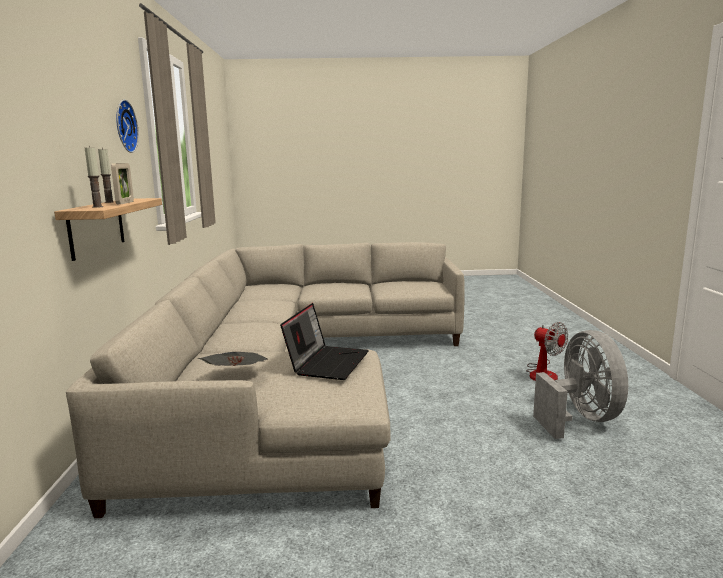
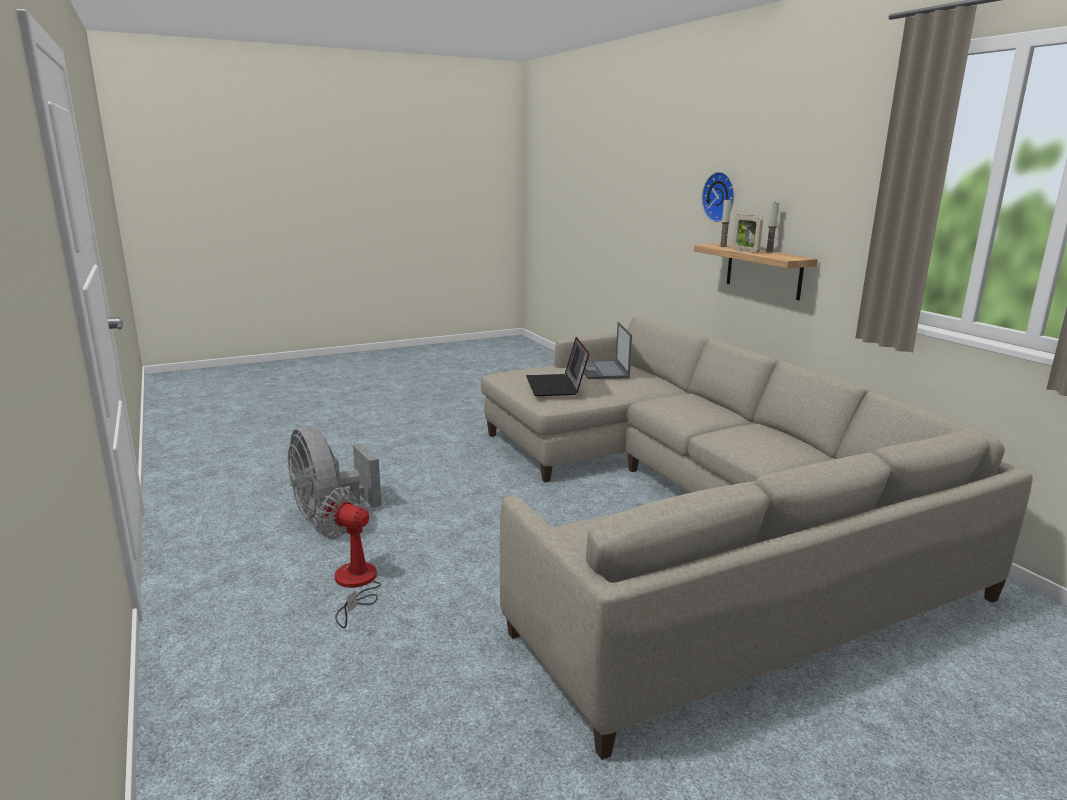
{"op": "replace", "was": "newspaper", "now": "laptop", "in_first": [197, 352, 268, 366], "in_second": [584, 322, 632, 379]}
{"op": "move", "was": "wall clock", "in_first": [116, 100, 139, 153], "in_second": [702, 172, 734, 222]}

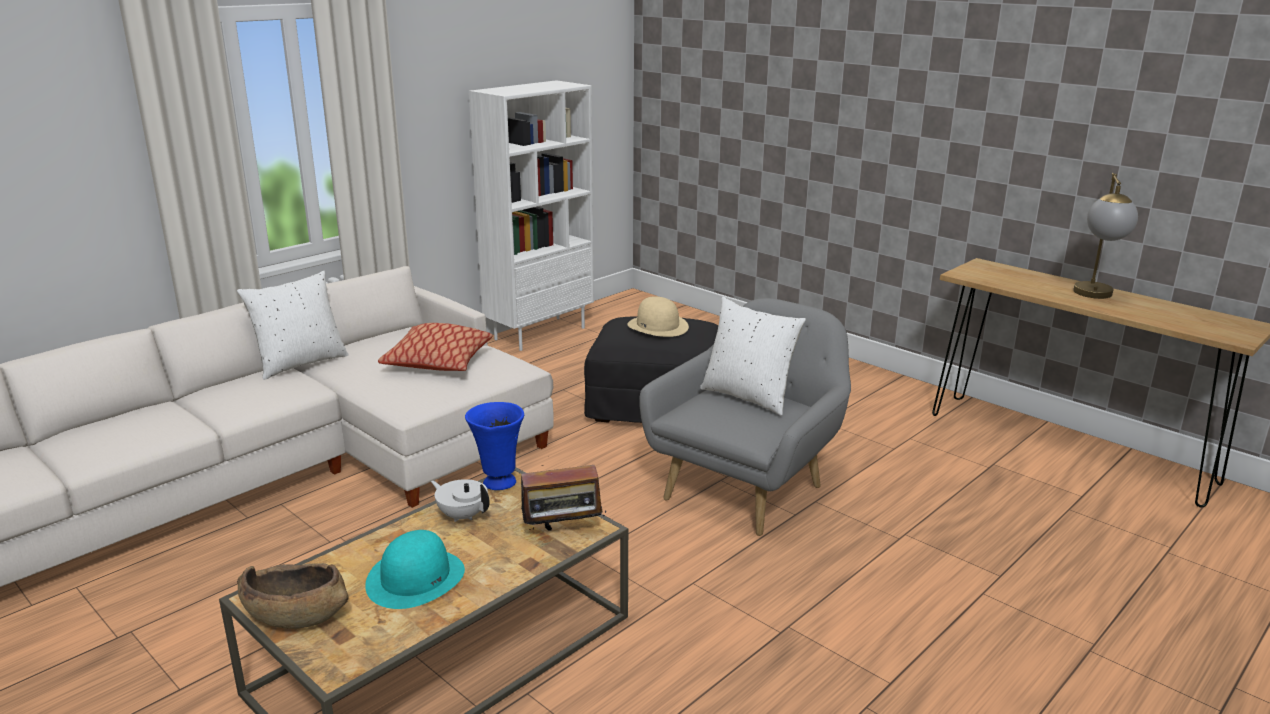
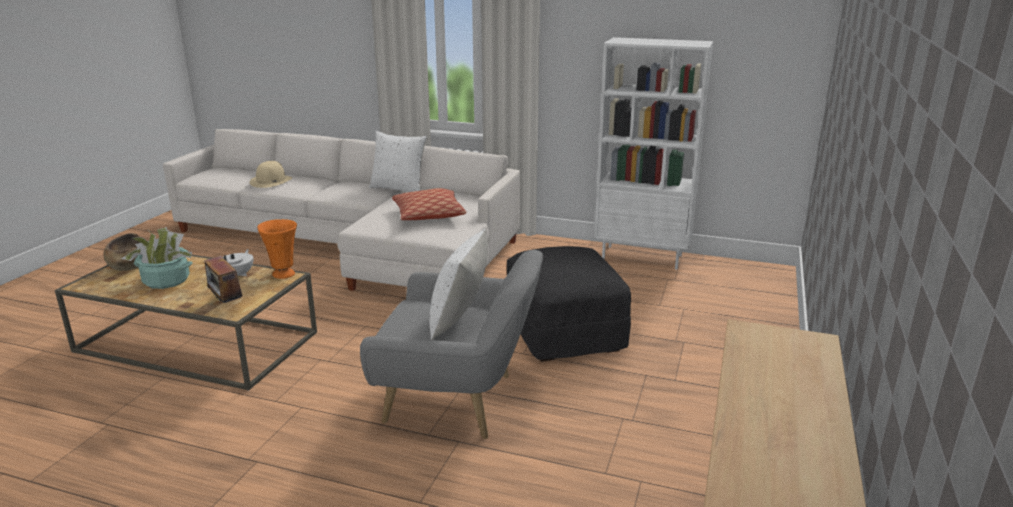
{"op": "replace", "was": "turquoise hat", "now": "potted plant", "in_first": [365, 530, 465, 609], "in_second": [121, 227, 193, 289]}
{"op": "move", "was": "beige hat", "in_first": [627, 296, 689, 337], "in_second": [250, 161, 292, 188]}
{"op": "recolor", "was": "blue vase", "now": "orange vase", "in_first": [465, 402, 524, 490], "in_second": [257, 219, 297, 279]}
{"op": "delete", "was": "table lamp", "in_first": [1073, 173, 1138, 299]}

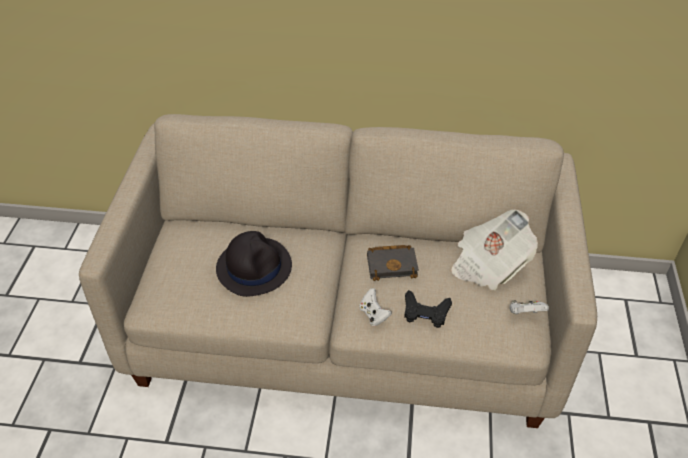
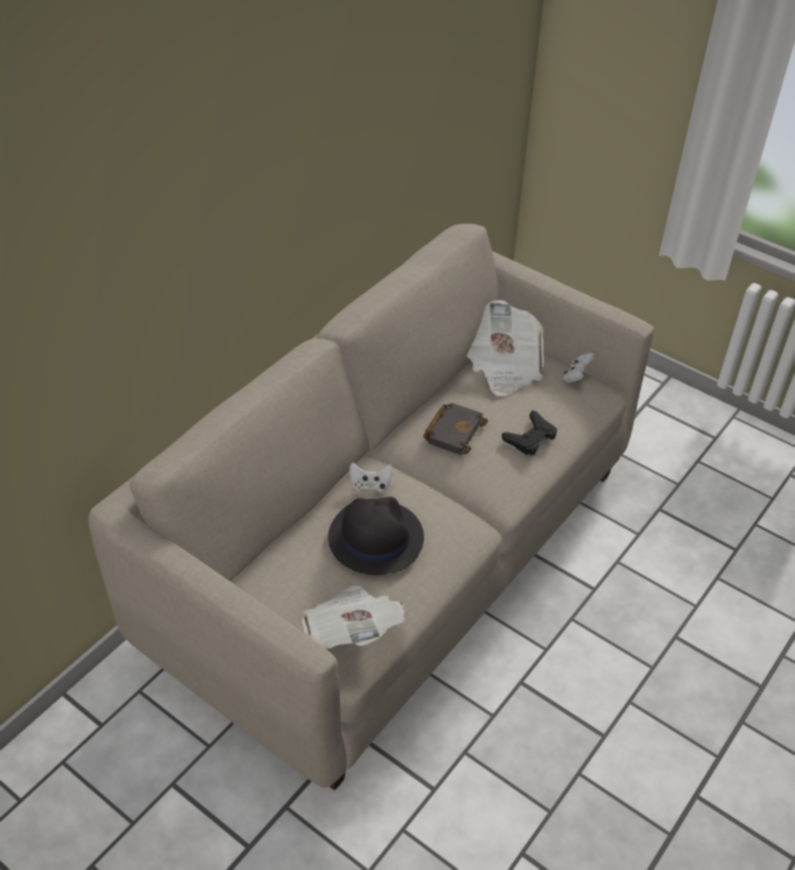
{"op": "insert", "now": "newspaper", "in_second": [302, 585, 405, 648]}
{"op": "move", "was": "white game controller", "in_first": [359, 288, 392, 326], "in_second": [349, 463, 392, 493]}

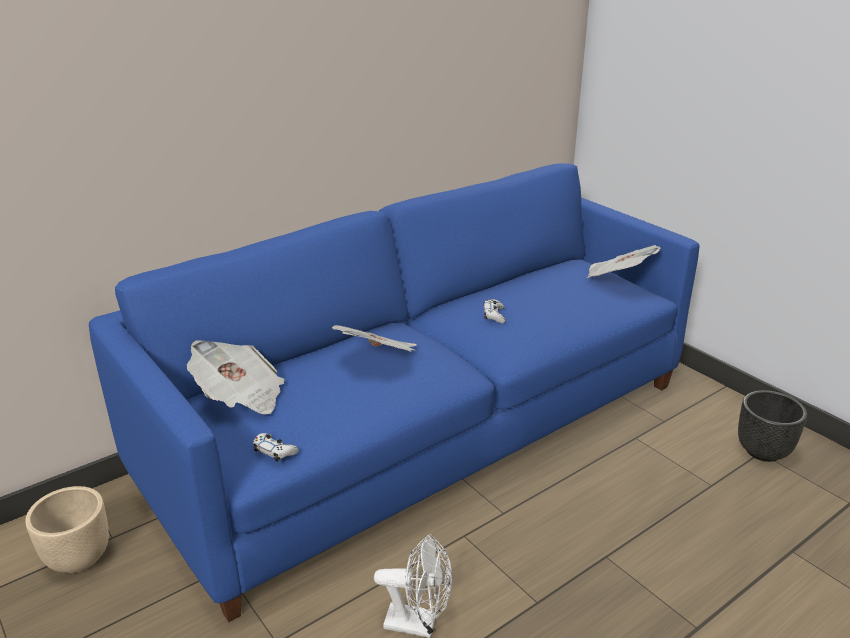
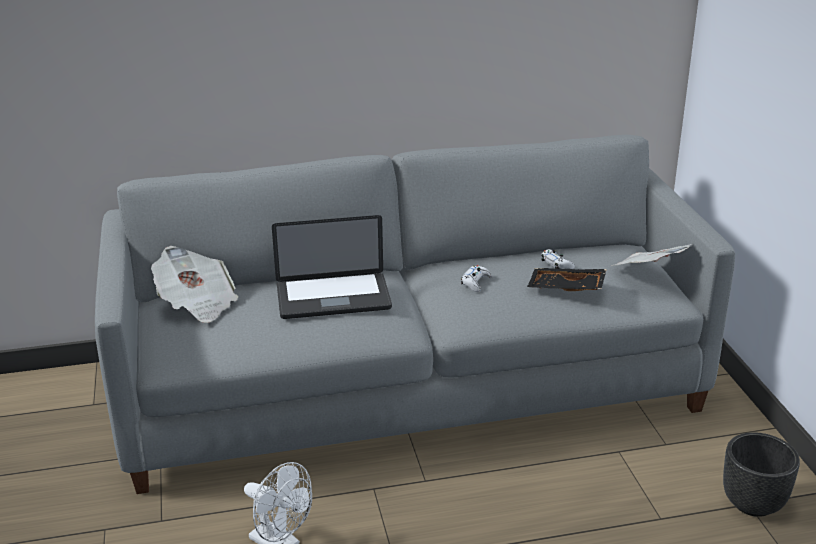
{"op": "recolor", "was": "blue sofa", "now": "grey sofa", "in_first": [89, 163, 700, 622], "in_second": [95, 135, 735, 494]}
{"op": "replace", "was": "newspaper", "now": "laptop", "in_first": [332, 325, 417, 352], "in_second": [272, 215, 392, 319]}
{"op": "insert", "now": "black tray", "in_second": [527, 268, 607, 291]}
{"op": "move", "was": "white game controller", "in_first": [253, 433, 298, 462], "in_second": [541, 249, 575, 269]}
{"op": "delete", "was": "beige planter", "in_first": [25, 486, 109, 573]}

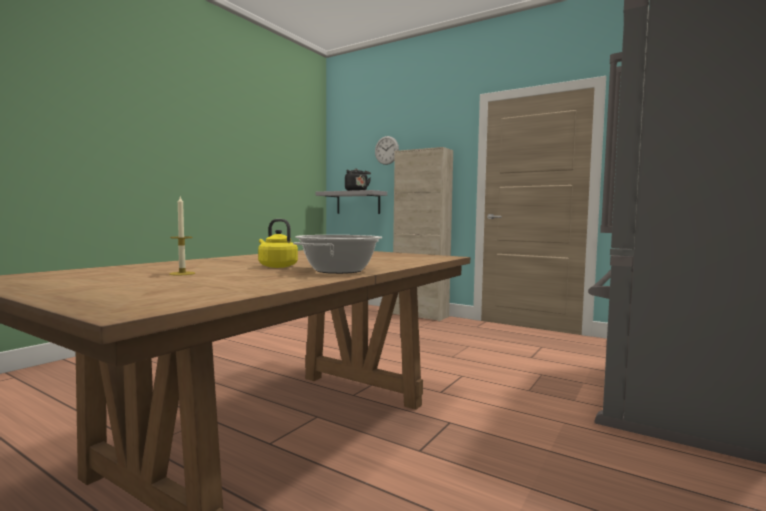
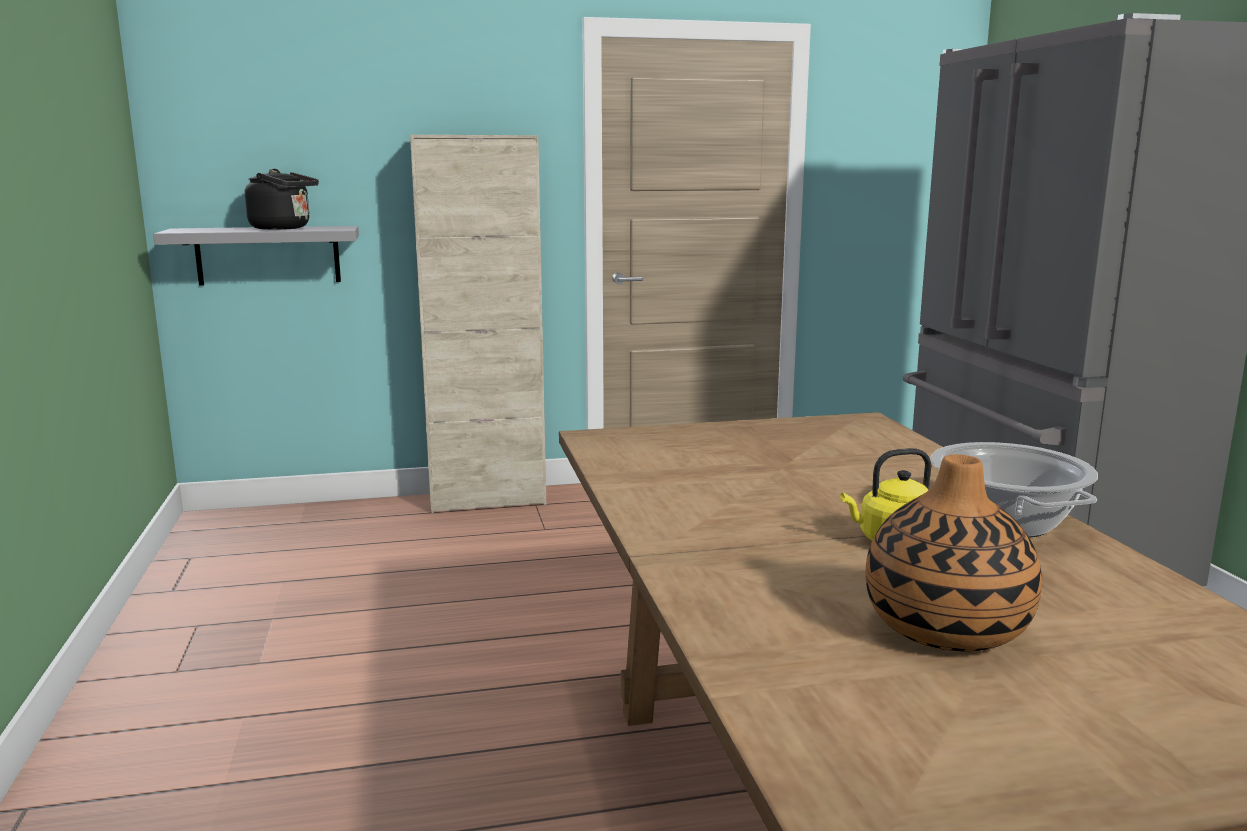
{"op": "replace", "was": "candle", "now": "vase", "in_first": [169, 197, 195, 275], "in_second": [866, 454, 1042, 651]}
{"op": "delete", "was": "wall clock", "in_first": [375, 136, 399, 165]}

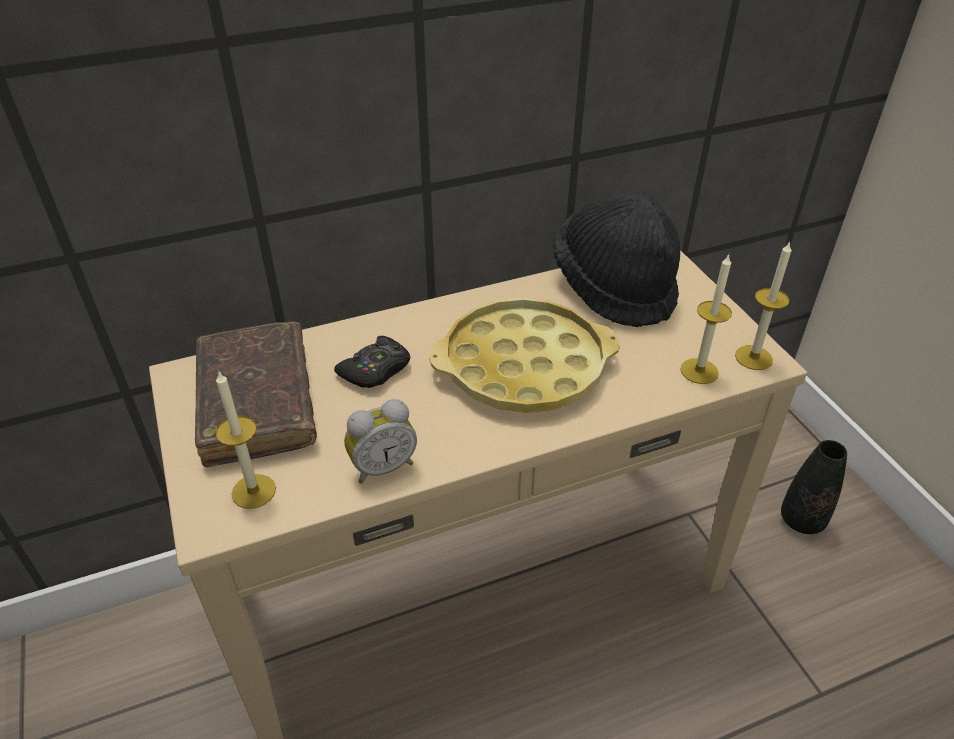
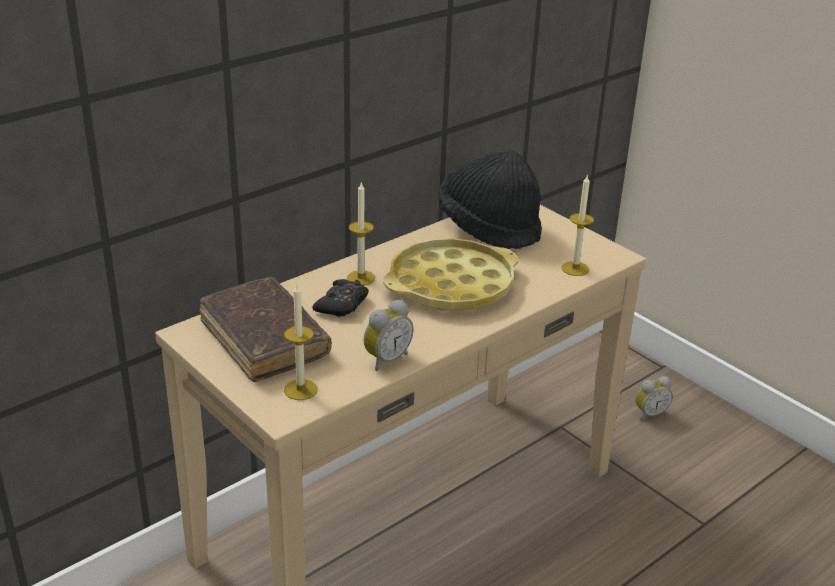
{"op": "move", "was": "candle", "in_first": [735, 241, 792, 370], "in_second": [347, 181, 375, 286]}
{"op": "replace", "was": "black vase", "now": "alarm clock", "in_first": [781, 440, 847, 534], "in_second": [636, 376, 673, 420]}

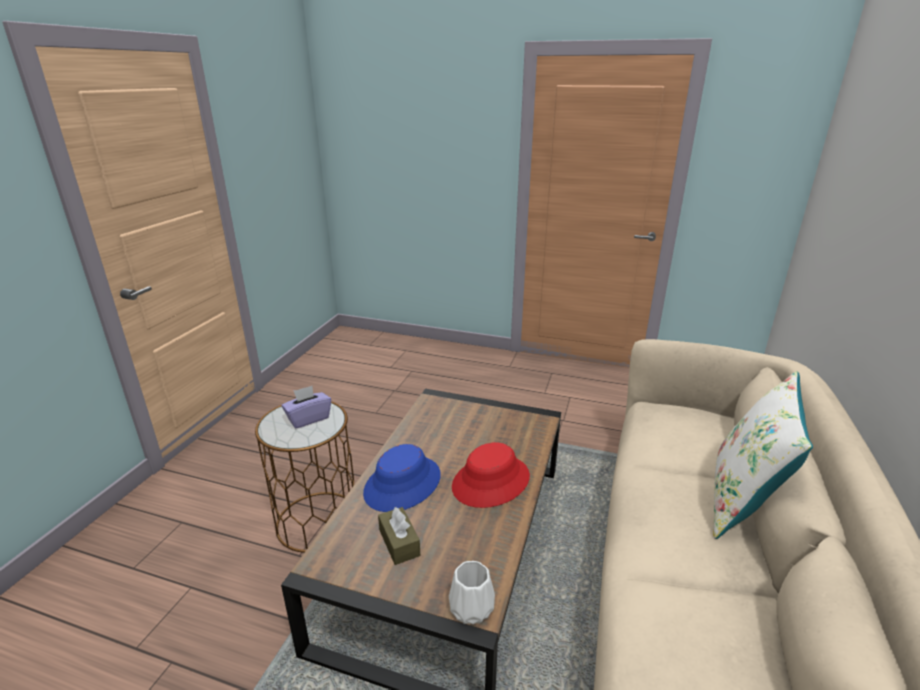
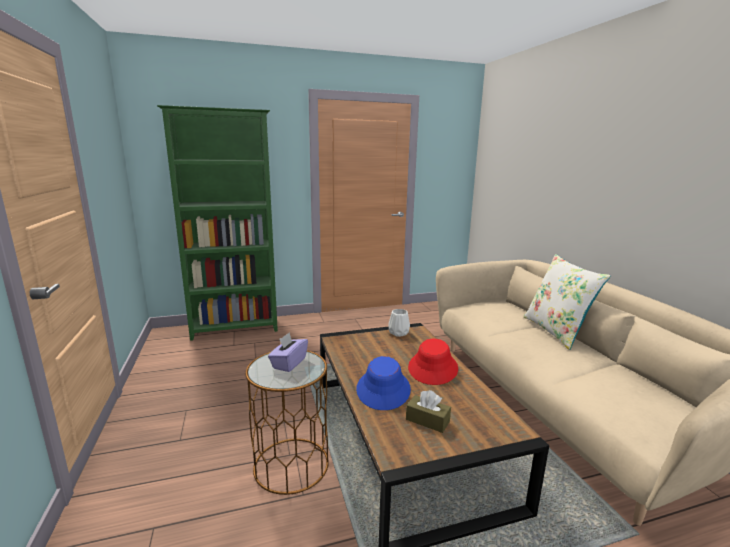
{"op": "insert", "now": "green bookcase", "in_second": [157, 105, 278, 341]}
{"op": "move", "was": "white vase", "in_first": [449, 561, 495, 624], "in_second": [388, 309, 410, 337]}

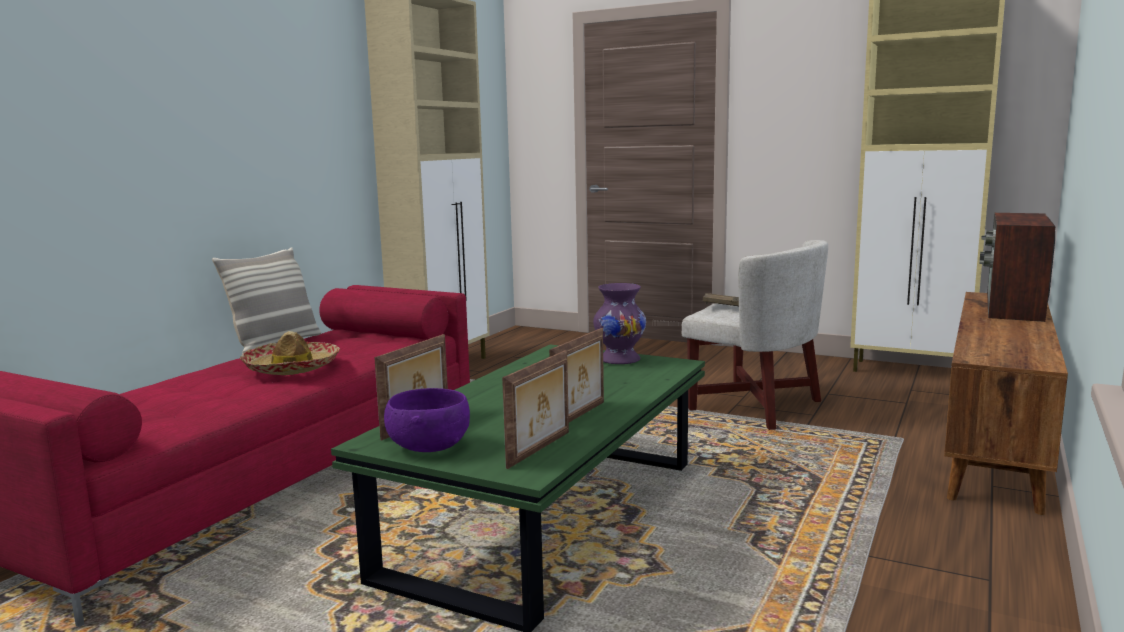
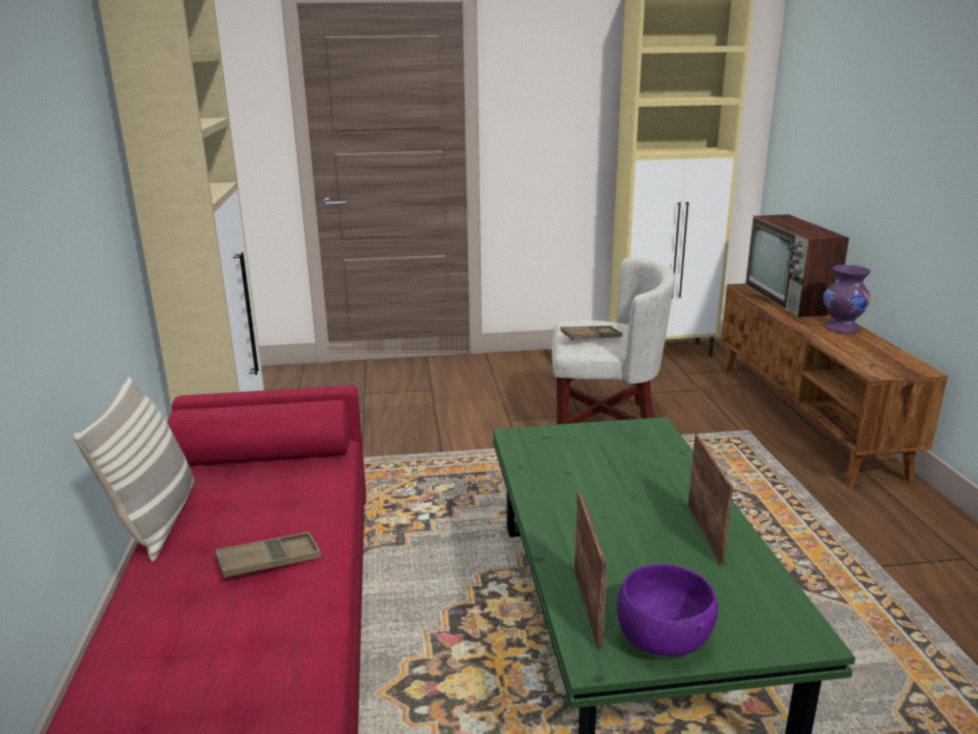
{"op": "replace", "was": "hat", "now": "brown tray", "in_first": [240, 331, 340, 375], "in_second": [215, 532, 321, 578]}
{"op": "move", "was": "purple vase", "in_first": [593, 283, 646, 364], "in_second": [823, 265, 871, 333]}
{"op": "delete", "was": "picture frame", "in_first": [502, 350, 569, 469]}

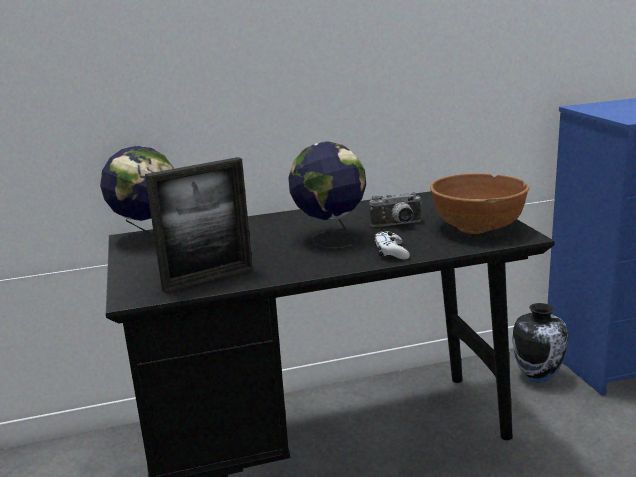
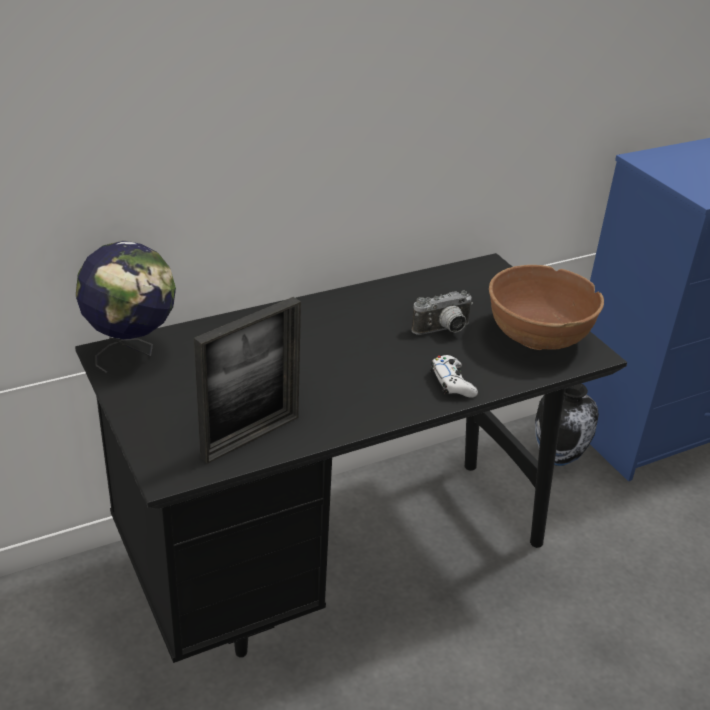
{"op": "delete", "was": "globe", "in_first": [288, 142, 366, 248]}

